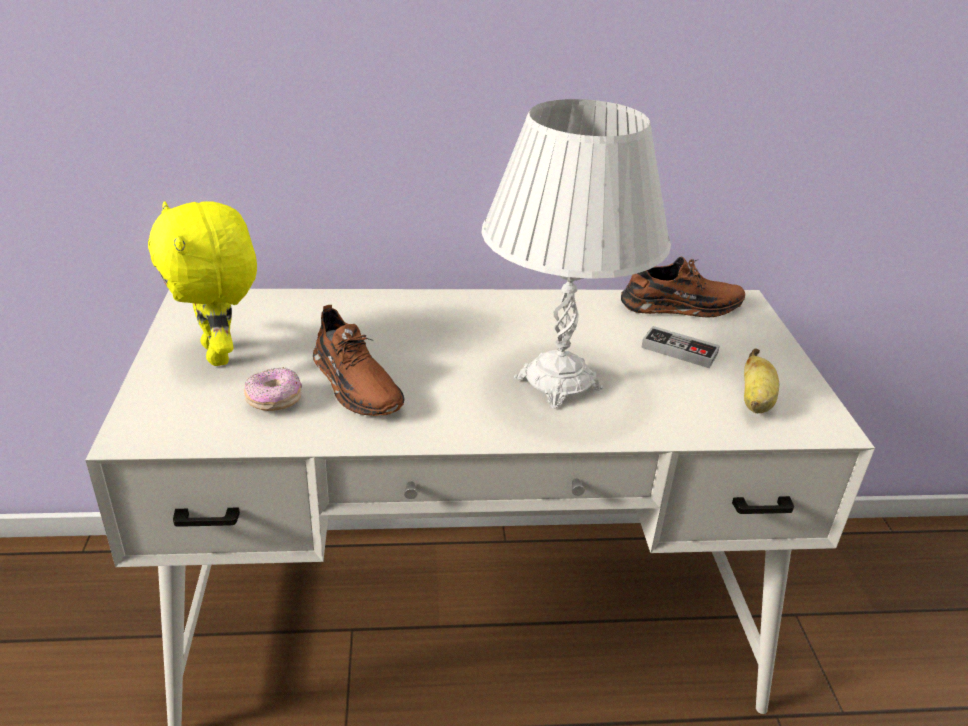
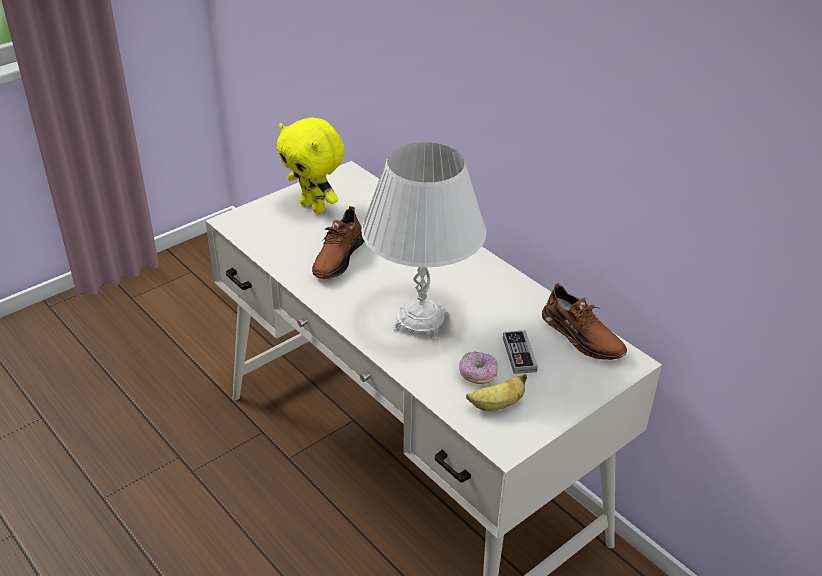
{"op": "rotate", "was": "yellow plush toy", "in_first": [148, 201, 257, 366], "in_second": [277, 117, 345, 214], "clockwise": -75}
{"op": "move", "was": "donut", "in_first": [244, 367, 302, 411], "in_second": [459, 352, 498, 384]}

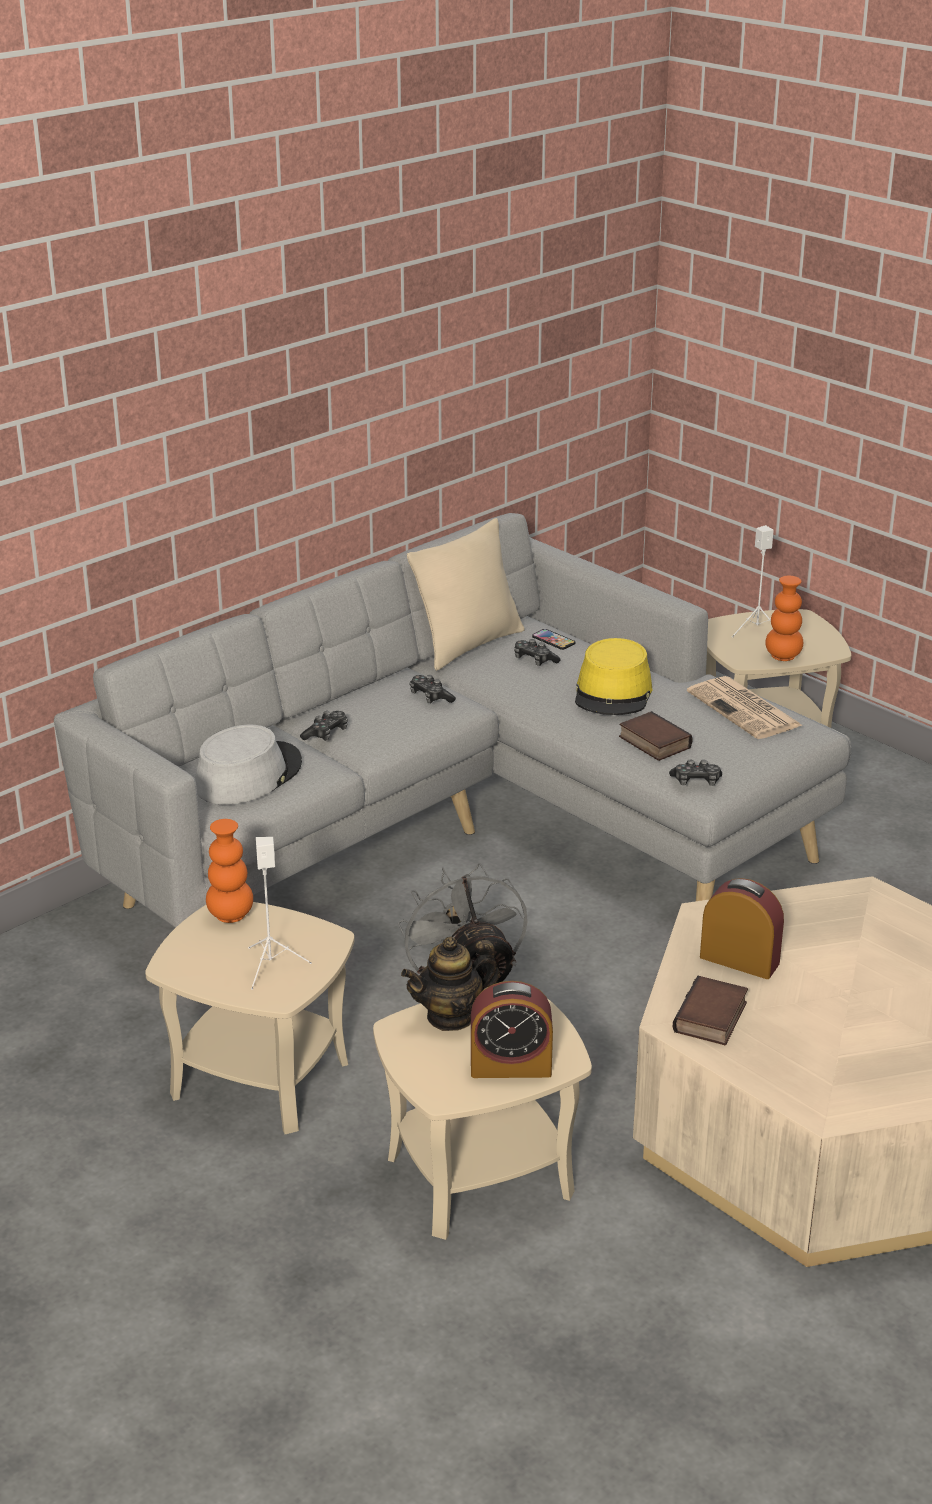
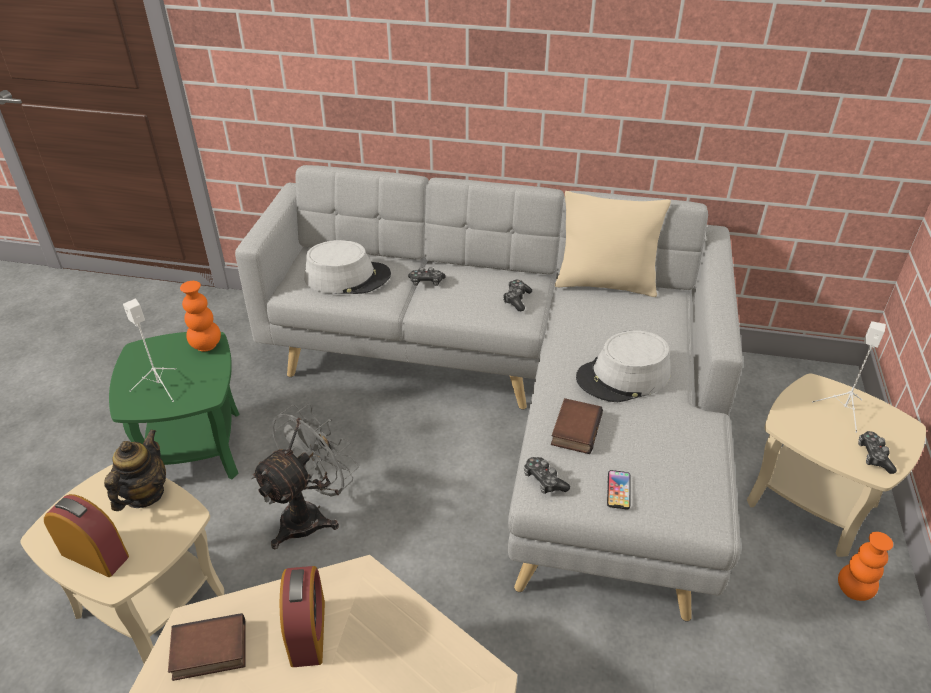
{"op": "rotate", "was": "alarm clock", "in_first": [471, 981, 553, 1078], "in_second": [44, 494, 129, 577], "clockwise": 150}
{"op": "rotate", "was": "teapot", "in_first": [401, 937, 500, 1031], "in_second": [104, 429, 166, 511], "clockwise": 75}
{"op": "recolor", "was": "beige side table", "now": "green side table", "in_first": [145, 902, 355, 1134], "in_second": [109, 332, 240, 480]}
{"op": "recolor", "was": "yellow hat", "now": "grey hat", "in_first": [575, 638, 653, 715], "in_second": [576, 330, 671, 402]}
{"op": "move", "was": "phone", "in_first": [532, 629, 575, 650], "in_second": [607, 470, 631, 509]}
{"op": "move", "was": "orange vase", "in_first": [765, 576, 803, 661], "in_second": [838, 532, 893, 601]}
{"op": "move", "was": "game controller", "in_first": [514, 639, 560, 666], "in_second": [858, 431, 897, 474]}
{"op": "delete", "was": "newspaper", "in_first": [687, 676, 803, 739]}

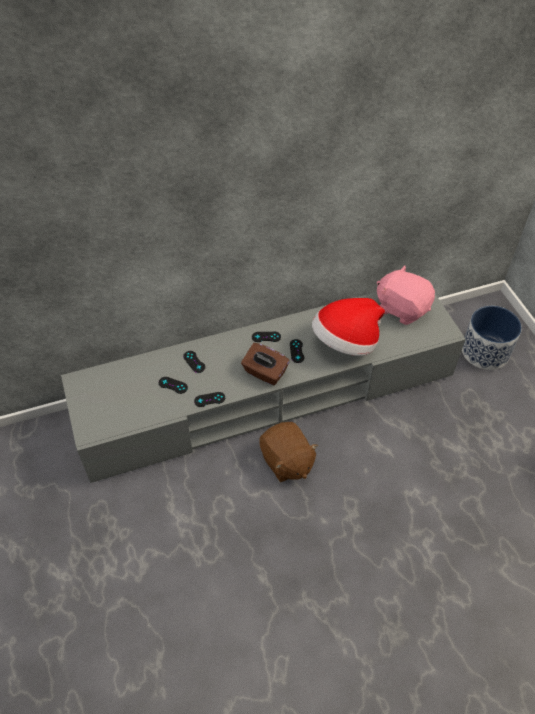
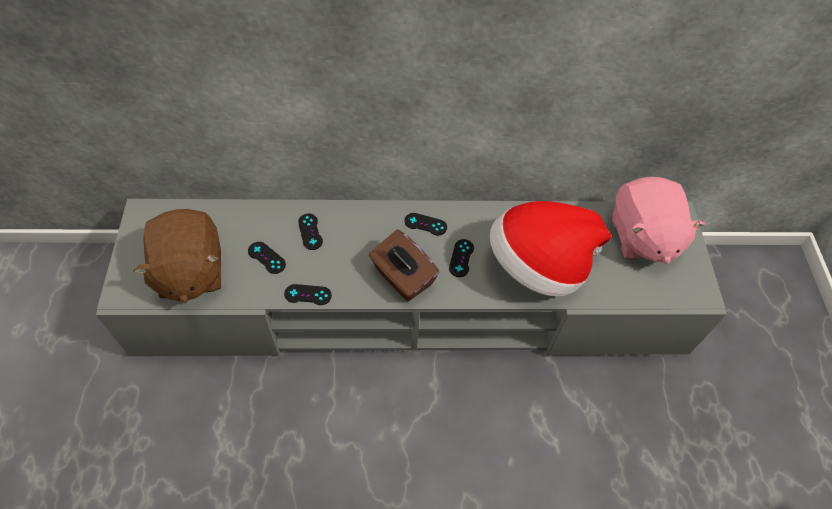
{"op": "move", "was": "brown plush toy", "in_first": [260, 422, 318, 482], "in_second": [134, 209, 221, 303]}
{"op": "rotate", "was": "pink plush toy", "in_first": [377, 265, 435, 325], "in_second": [612, 177, 705, 264], "clockwise": -150}
{"op": "delete", "was": "planter", "in_first": [462, 306, 522, 370]}

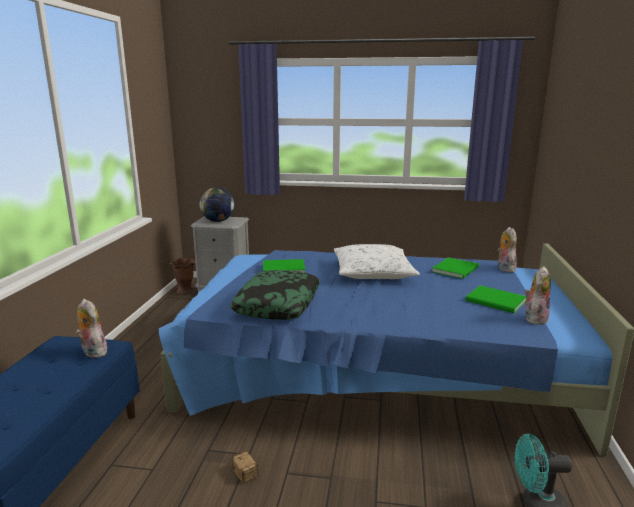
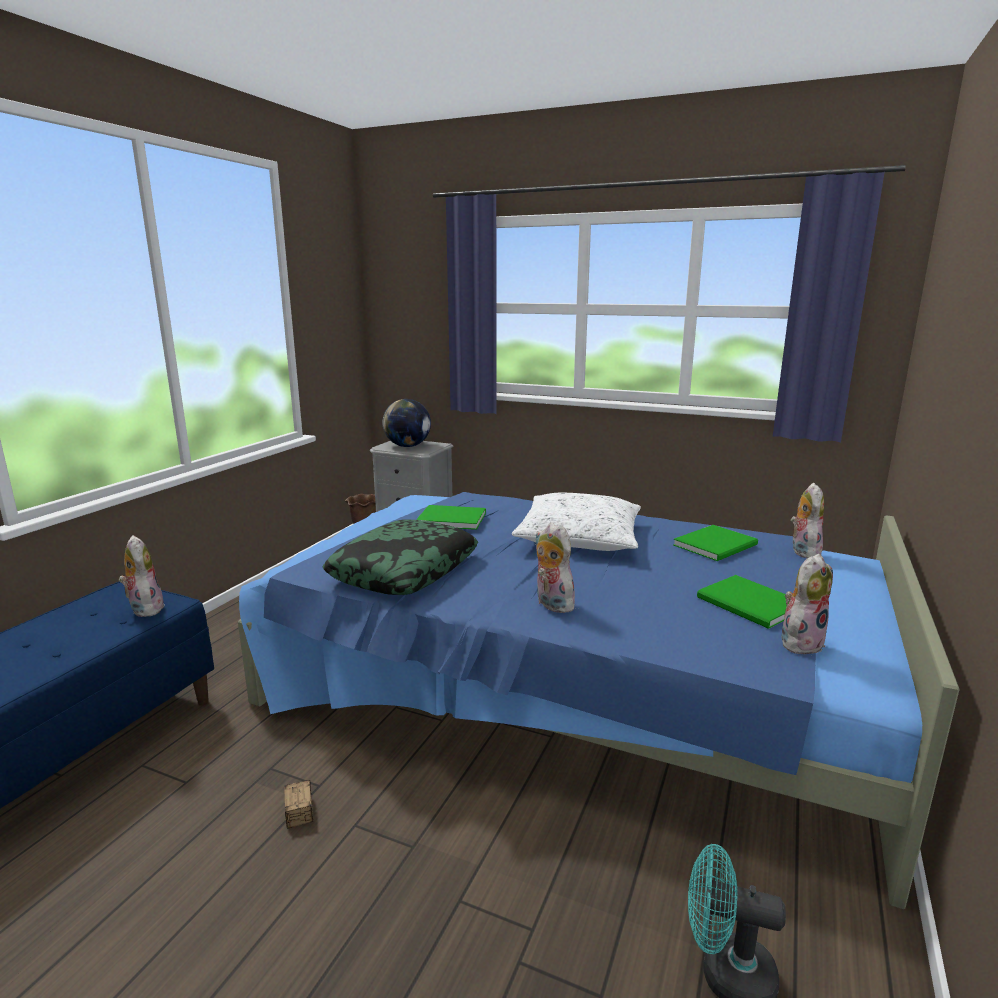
{"op": "insert", "now": "plush toy", "in_second": [536, 522, 576, 613]}

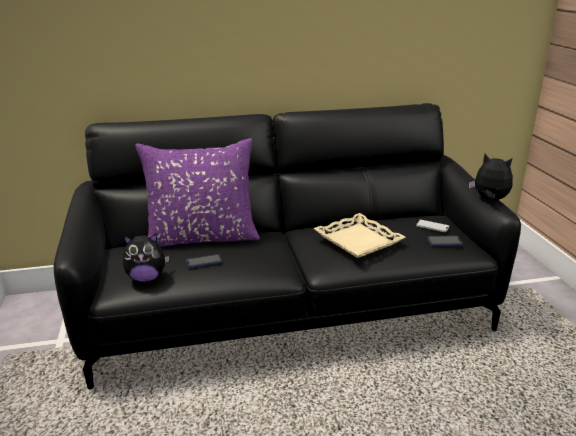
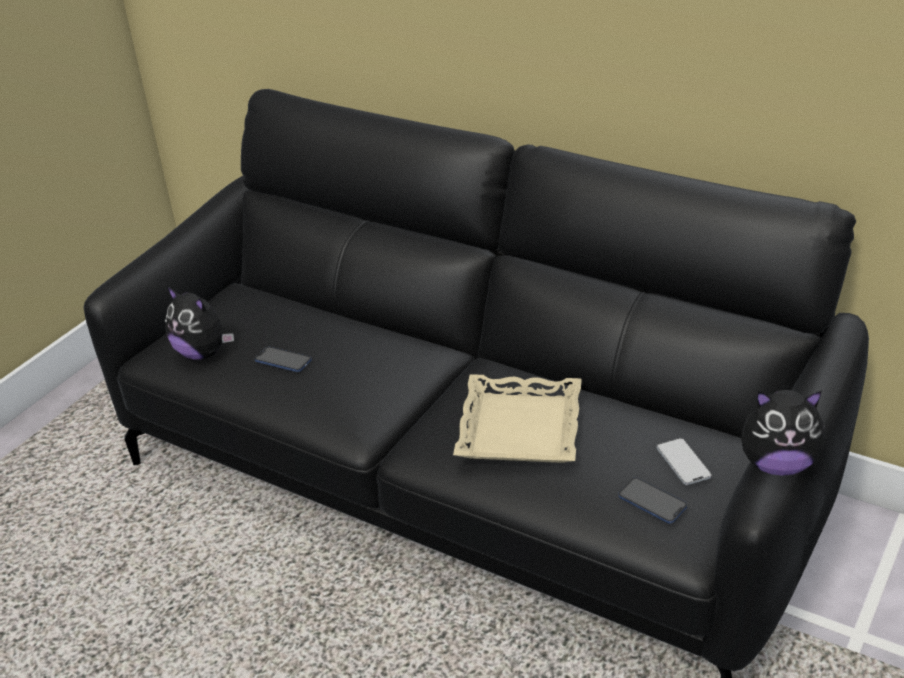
{"op": "rotate", "was": "plush toy", "in_first": [469, 154, 513, 200], "in_second": [741, 390, 825, 476], "clockwise": 105}
{"op": "delete", "was": "purple pillow", "in_first": [135, 138, 260, 247]}

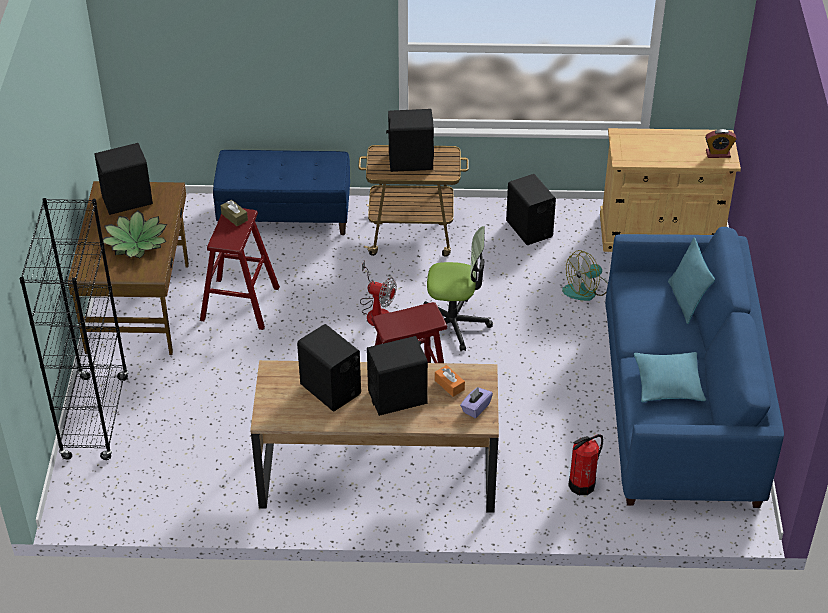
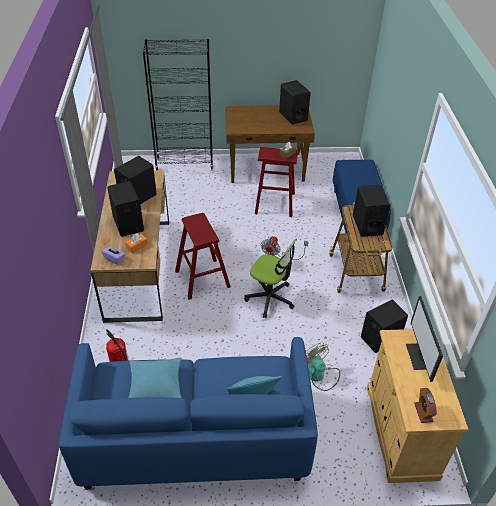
{"op": "rotate", "was": "office chair", "in_first": [424, 226, 493, 351], "in_second": [244, 239, 297, 318], "clockwise": -60}
{"op": "insert", "now": "monitor", "in_second": [406, 296, 443, 382]}
{"op": "delete", "was": "potted plant", "in_first": [103, 210, 167, 258]}

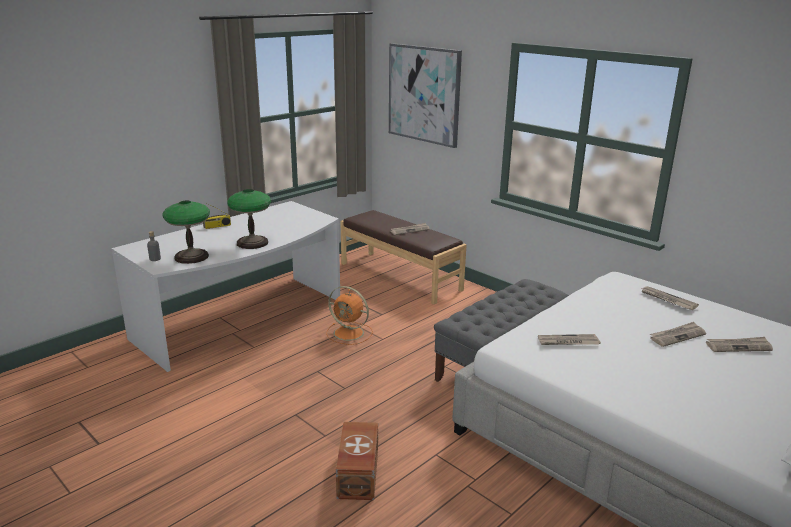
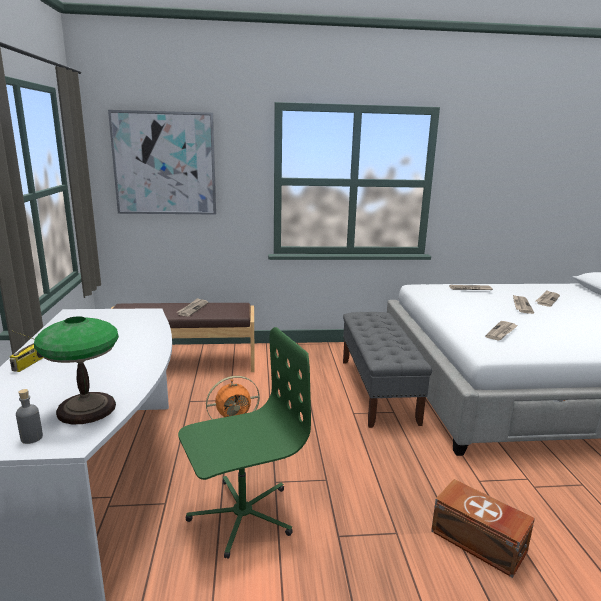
{"op": "insert", "now": "green office chair", "in_second": [178, 327, 311, 559]}
{"op": "delete", "was": "table lamp", "in_first": [227, 189, 271, 249]}

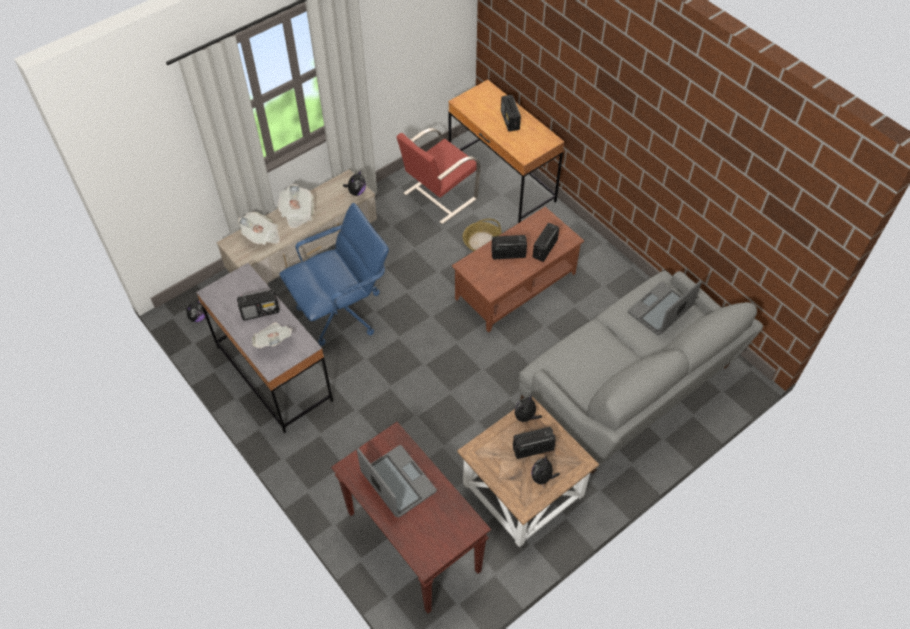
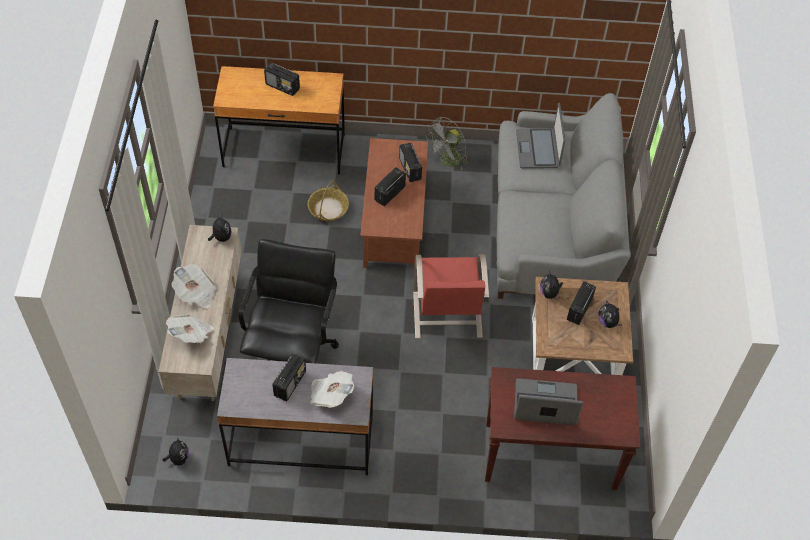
{"op": "recolor", "was": "blue office chair", "now": "black office chair", "in_first": [280, 203, 389, 346], "in_second": [239, 239, 339, 363]}
{"op": "move", "was": "red chair", "in_first": [396, 128, 480, 225], "in_second": [413, 254, 489, 339]}
{"op": "insert", "now": "grey fan", "in_second": [426, 117, 468, 170]}

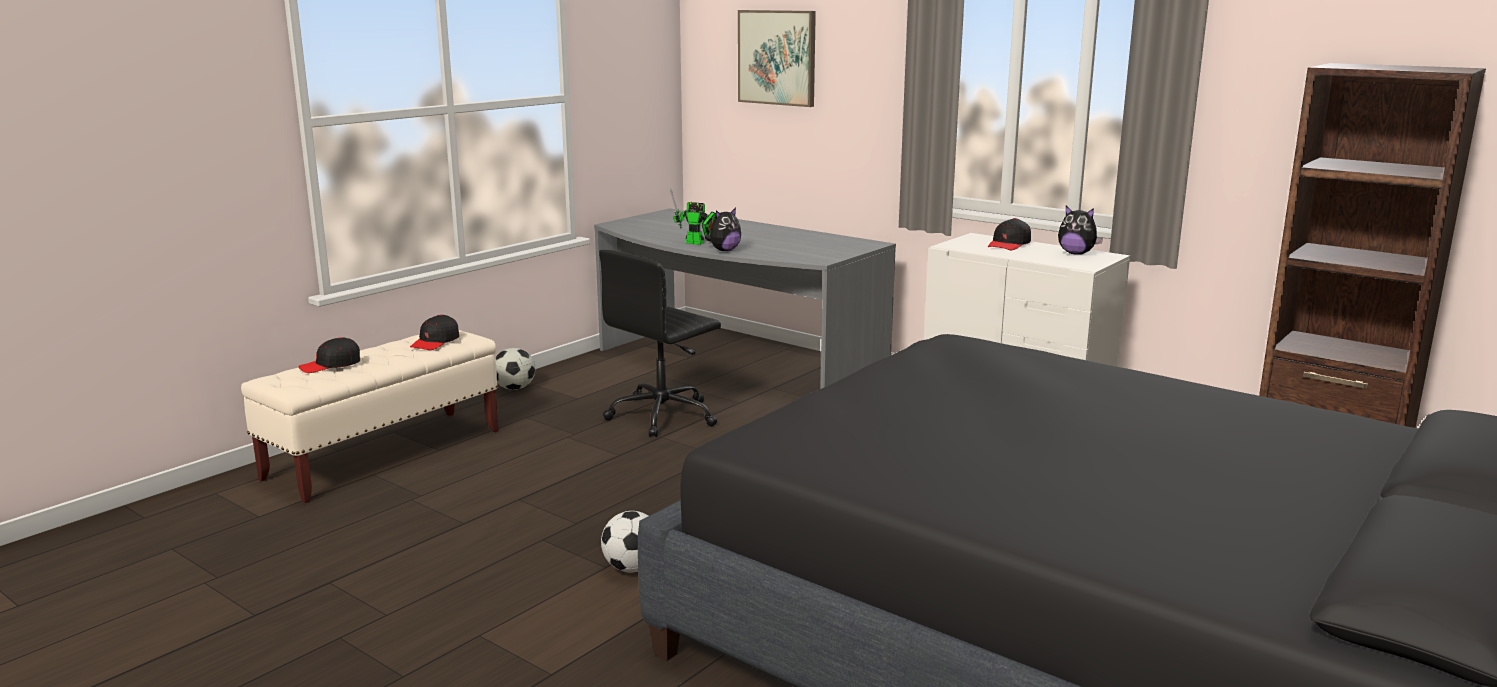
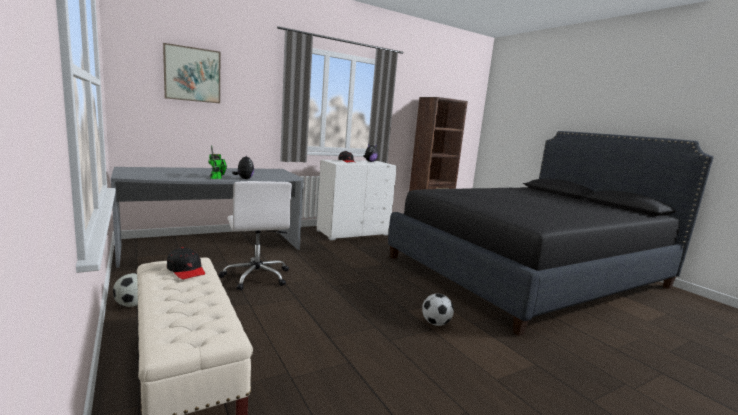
{"op": "recolor", "was": "black office chair", "now": "white office chair", "in_first": [599, 250, 721, 437], "in_second": [218, 181, 292, 291]}
{"op": "delete", "was": "black cap", "in_first": [298, 337, 360, 373]}

